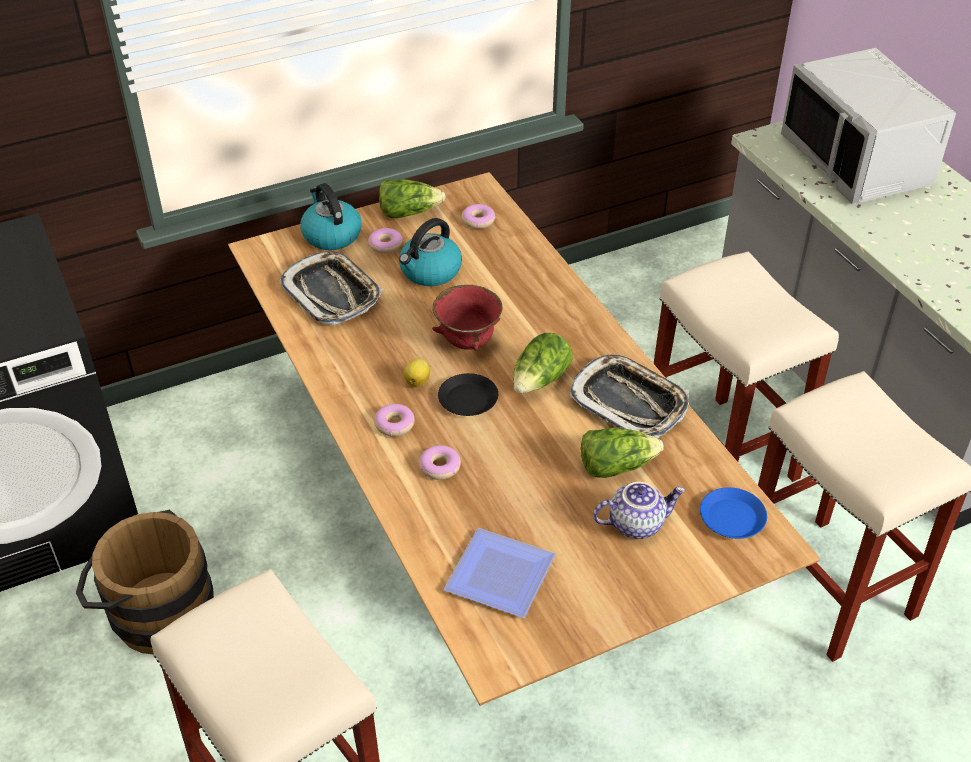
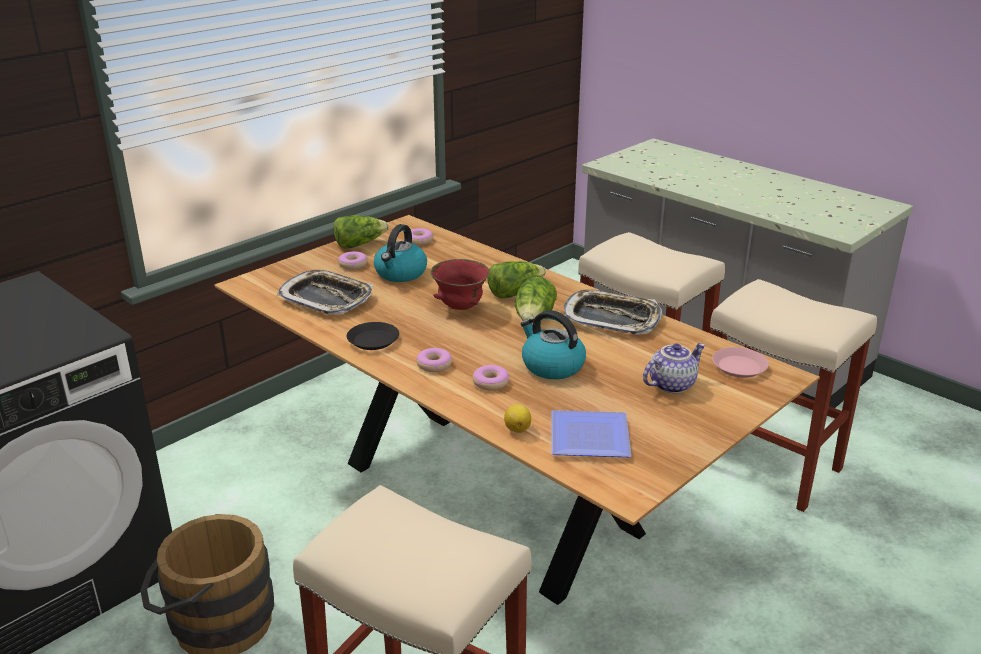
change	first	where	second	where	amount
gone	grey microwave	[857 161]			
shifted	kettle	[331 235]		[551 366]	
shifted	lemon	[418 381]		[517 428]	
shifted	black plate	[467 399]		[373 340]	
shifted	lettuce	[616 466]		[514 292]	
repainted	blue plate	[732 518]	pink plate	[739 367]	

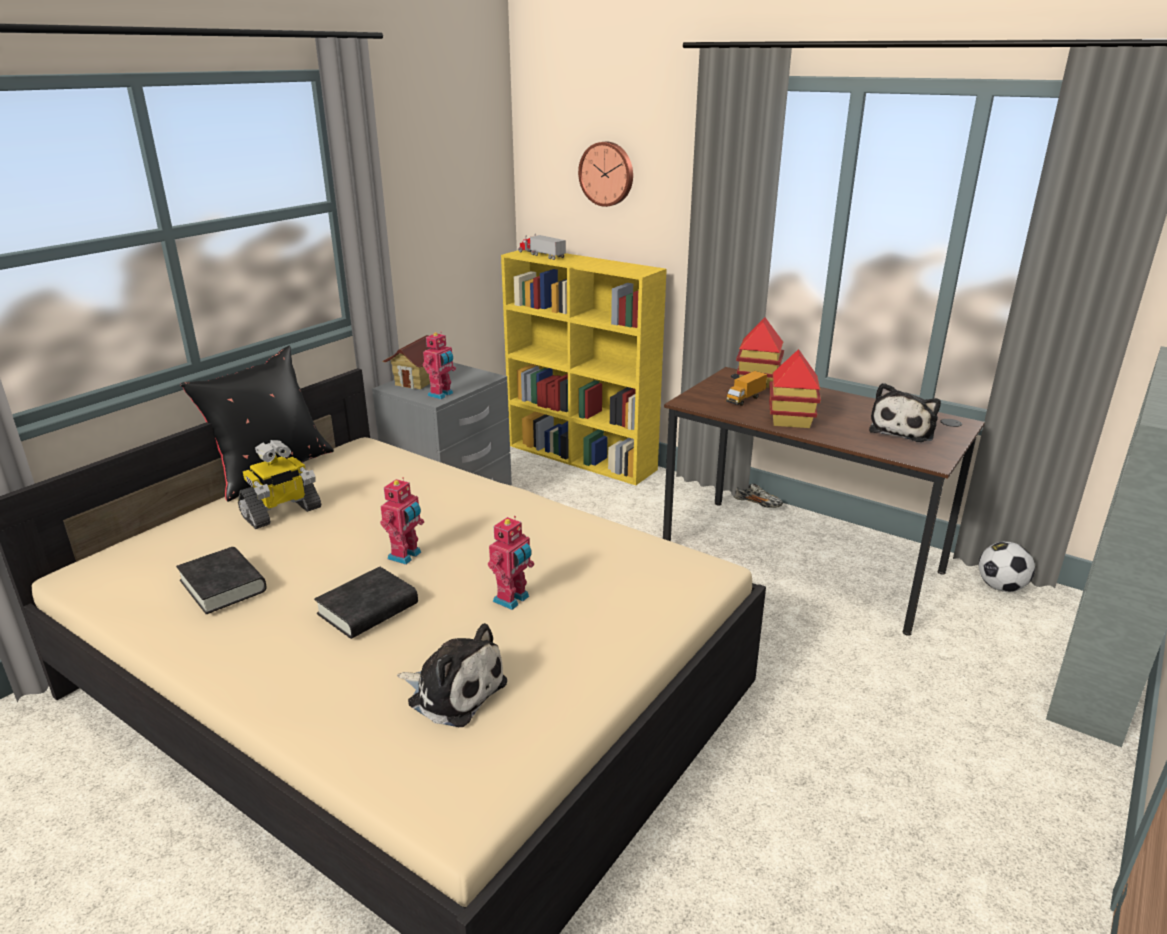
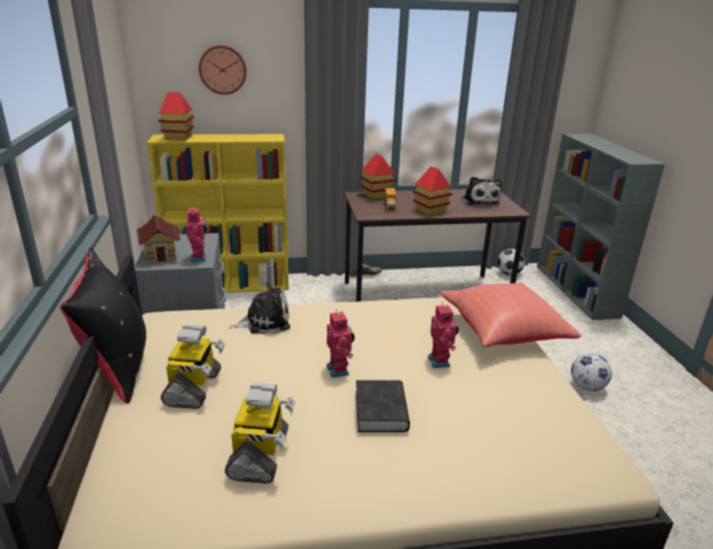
change	first	where	second	where	amount
swapped	toy truck	[540 255]	toy house	[178 138]	
swapped	black book	[223 586]	toy robot	[260 455]	
shifted	plush toy	[453 691]		[264 321]	
new			red pillow	[501 331]	
new			football	[587 387]	

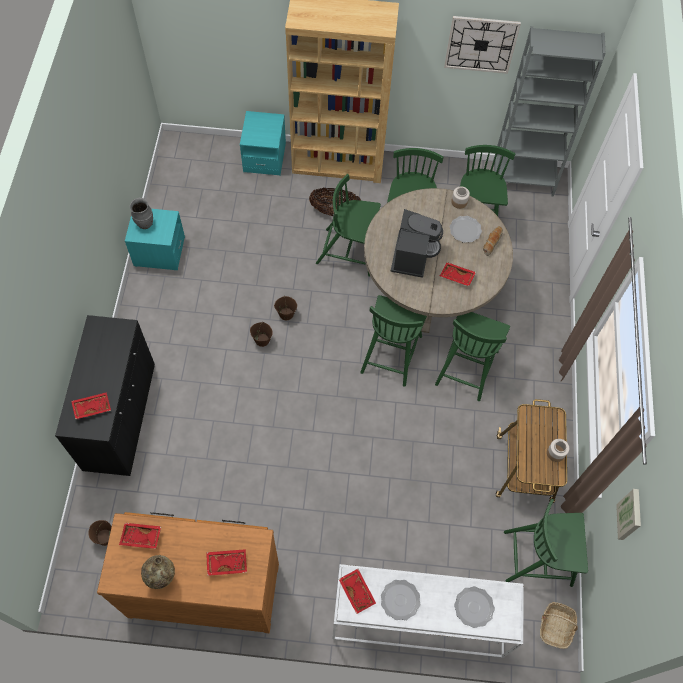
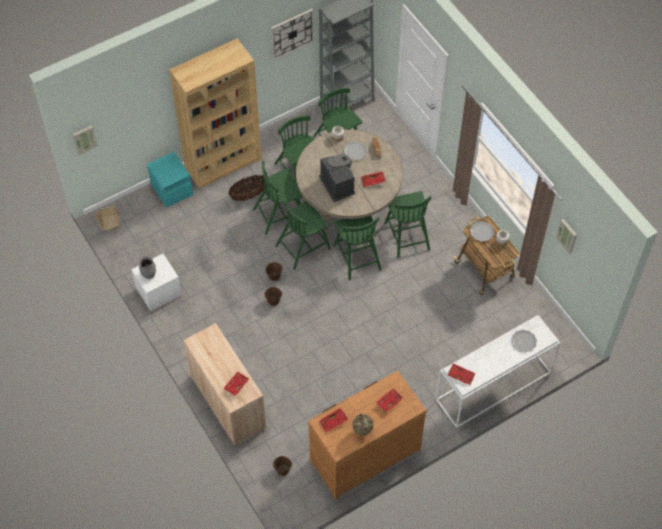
change	first	where	second	where	amount
repainted	turquoise nightstand	[159 252]	white nightstand	[158 292]	
repainted	black cabinet	[120 416]	beige cabinet	[228 401]	
shifted	green chair	[539 558]		[303 247]	
shifted	plate	[400 600]		[481 232]	
shifted	basket	[556 626]		[109 221]	
new			picture	[84 139]	

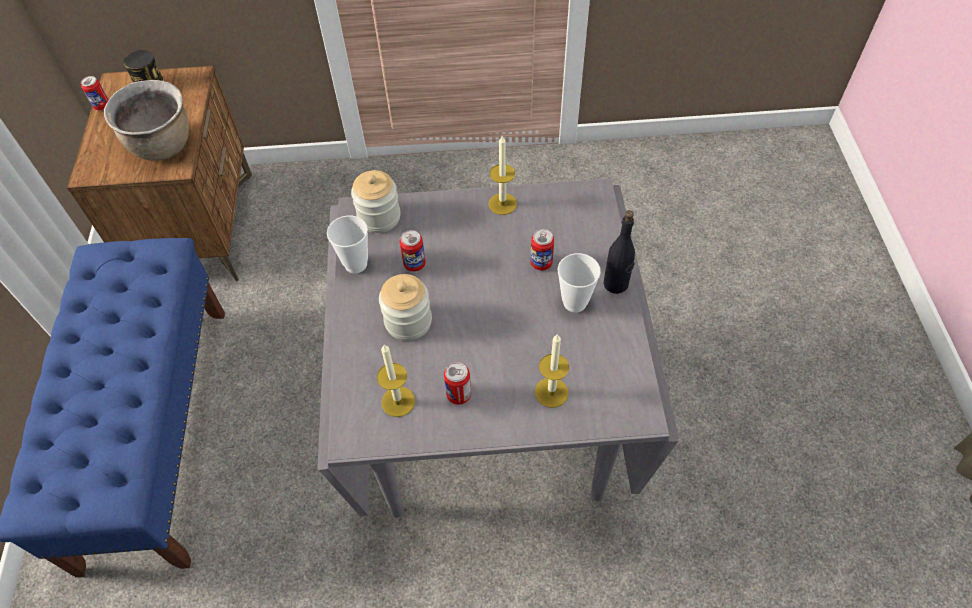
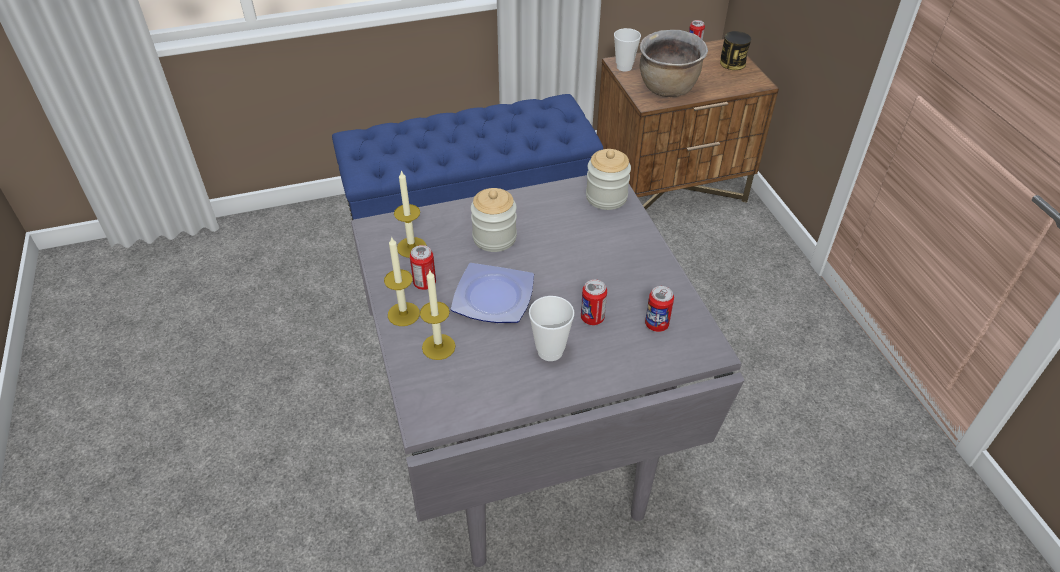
change	first	where	second	where	amount
shifted	candle	[502 204]		[403 314]	
gone	black bottle	[616 284]			
shifted	cup	[356 264]		[624 67]	
shifted	can	[414 264]		[656 324]	
new			plate	[491 298]	

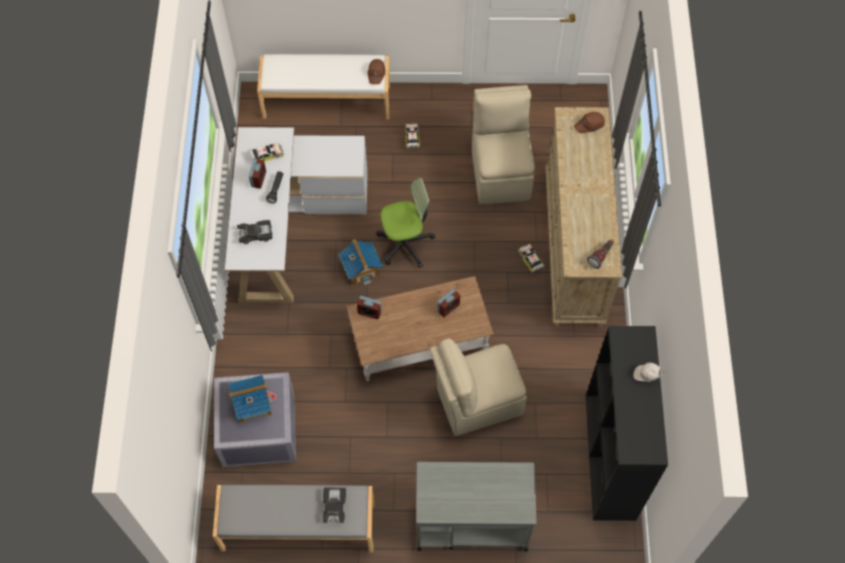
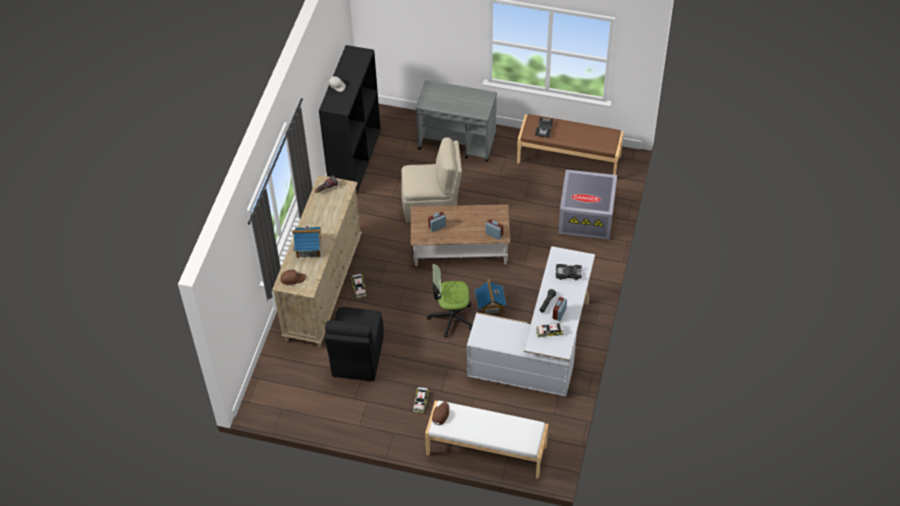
change	first	where	second	where	amount
repainted	beige chair	[500 172]	black chair	[357 357]	
shifted	toy house	[252 404]		[308 248]	
repainted	grey bench	[298 527]	brown bench	[569 159]	

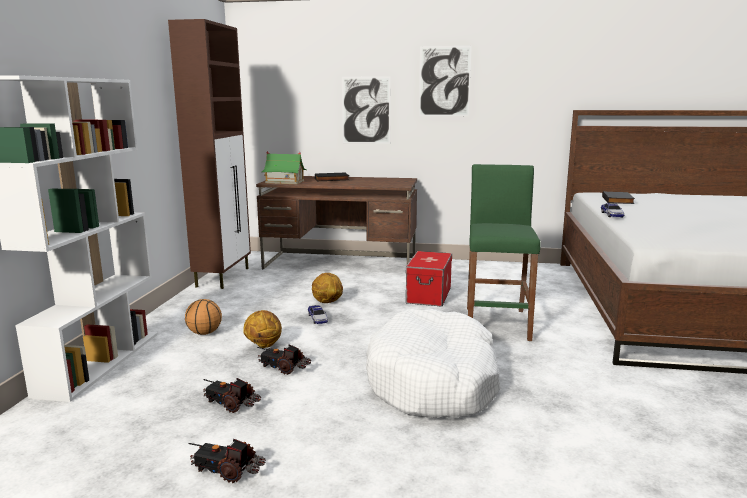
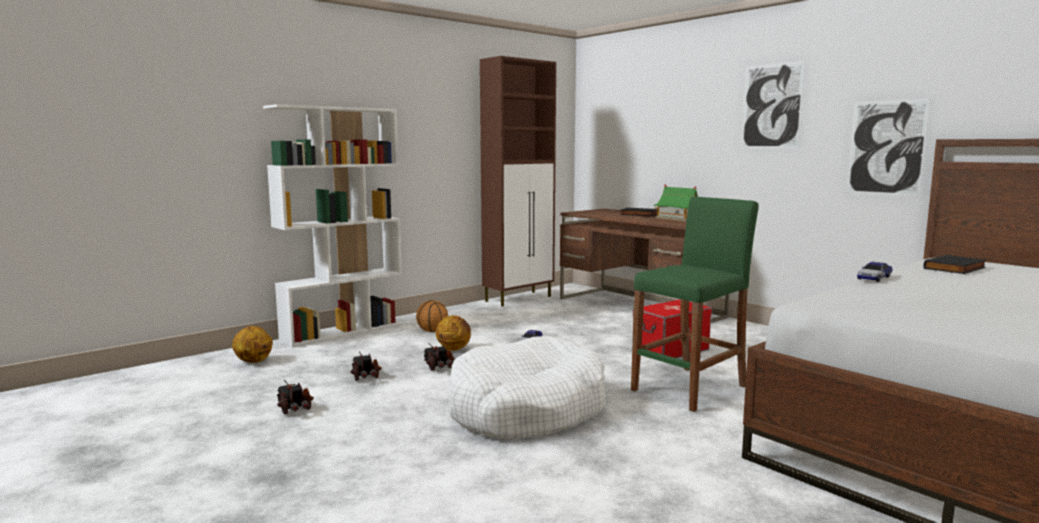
change	first	where	second	where	amount
shifted	picture	[366 110]		[886 147]	
shifted	toy house	[284 182]		[678 218]	
shifted	basketball	[327 302]		[253 361]	

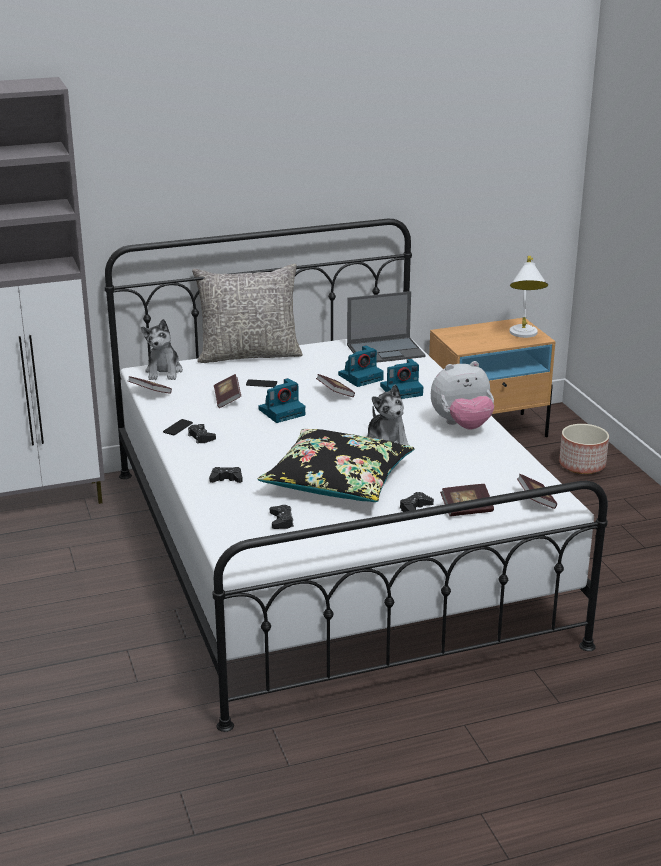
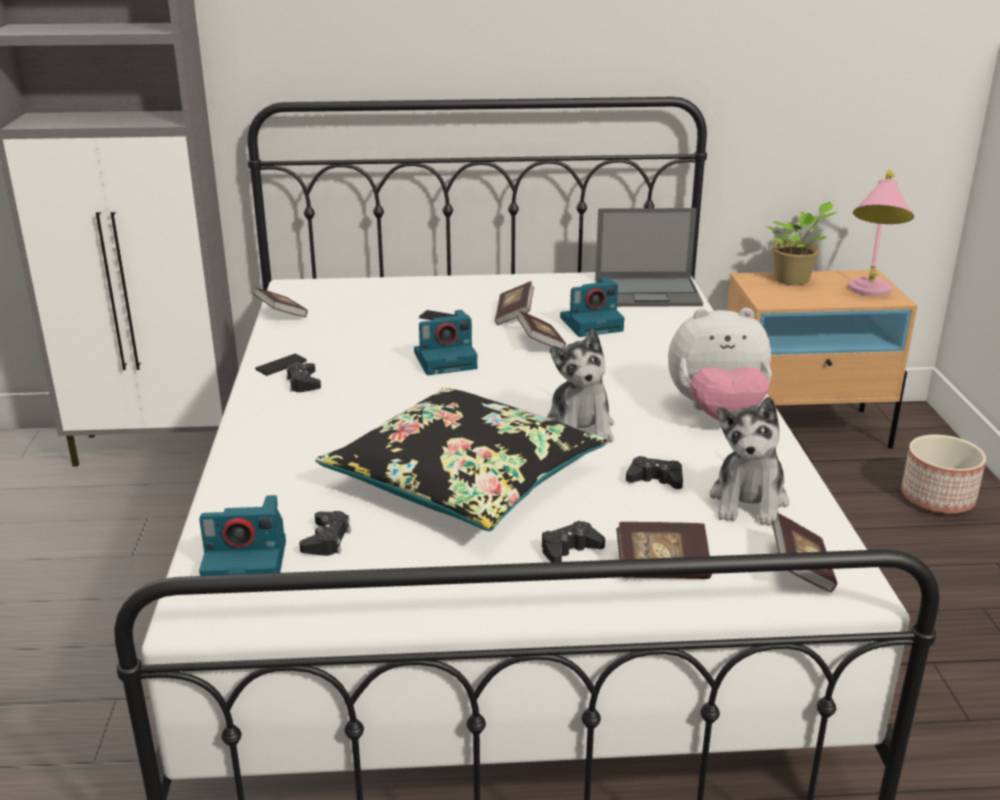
change	first	where	second	where	amount
repainted	white table lamp	[523 336]	pink table lamp	[868 294]	
gone	grey pillow	[249 355]			
shifted	plush toy	[164 372]		[749 501]	
shifted	photo camera	[402 390]		[248 563]	
shifted	book	[227 399]		[514 315]	
shifted	black game controller	[226 479]		[655 479]	
new			potted plant	[794 280]	

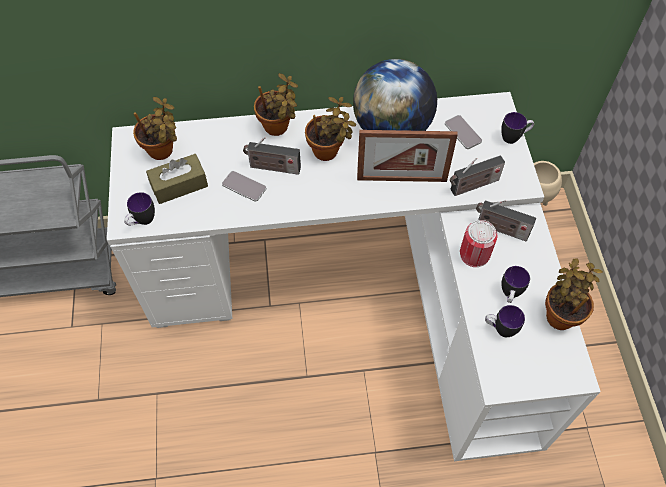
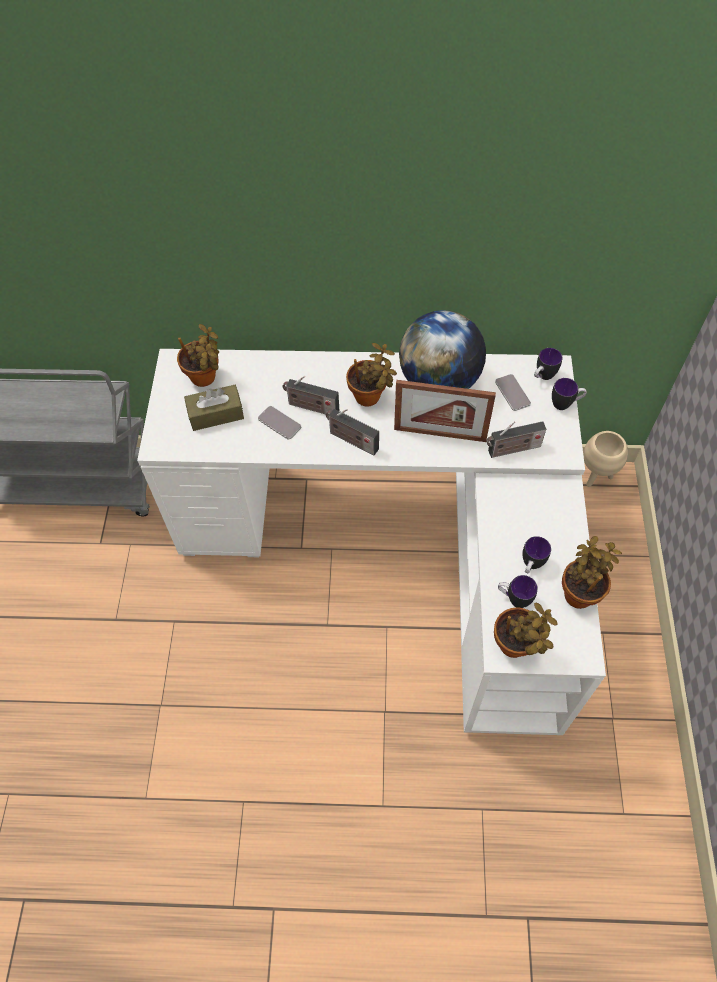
change	first	where	second	where	amount
shifted	potted plant	[278 128]		[516 646]	
shifted	mug	[142 221]		[542 377]	
shifted	radio	[499 229]		[351 440]	
gone	can	[474 254]			

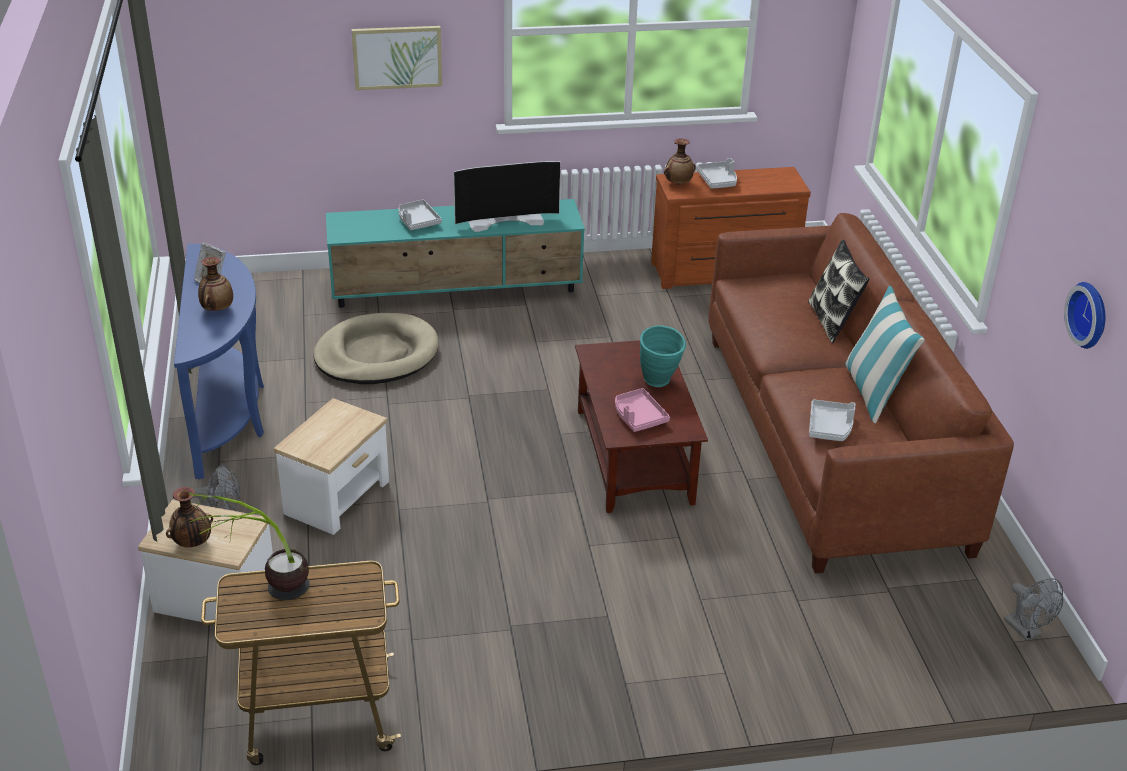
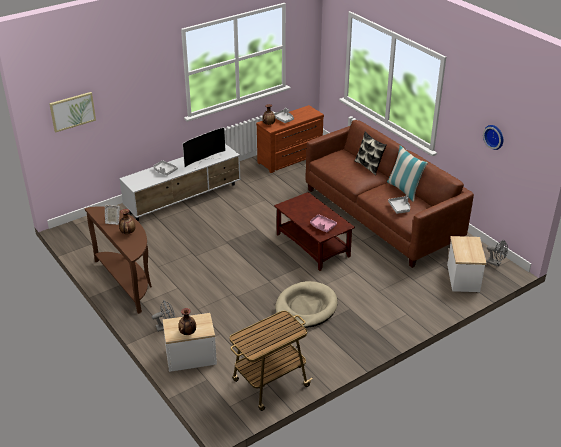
change	first	where	second	where	amount
shifted	picture	[397 57]		[72 111]	
repainted	turquoise tv stand	[457 291]	white tv stand	[184 198]	
repainted	blue console table	[229 413]	brown console table	[128 282]	
shifted	beige dog bed	[376 354]		[306 307]	
gone	turquoise vase	[660 383]			
shifted	side table	[338 499]		[463 278]	
gone	potted plant	[263 591]			

